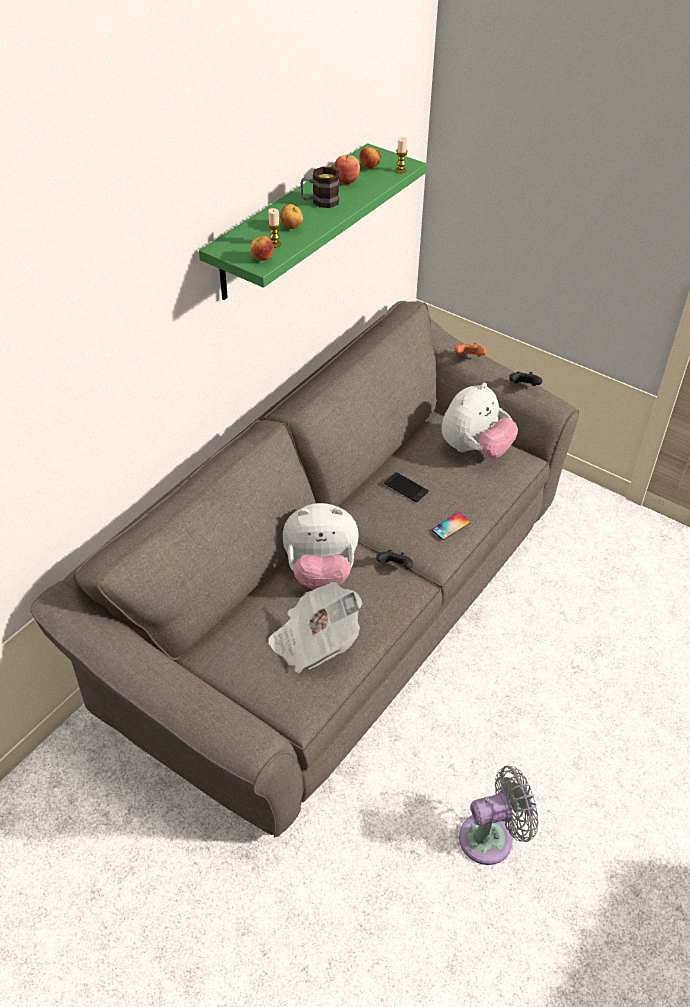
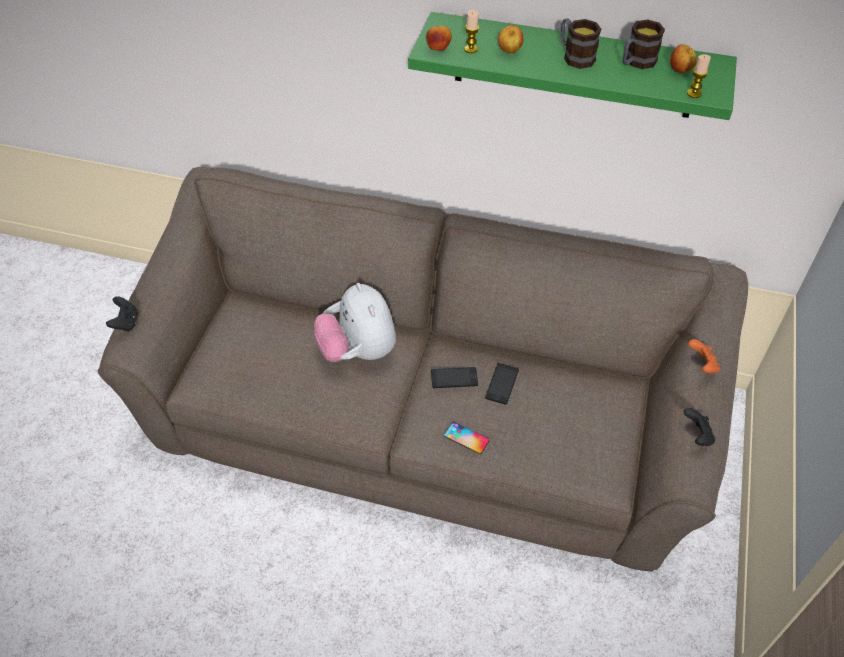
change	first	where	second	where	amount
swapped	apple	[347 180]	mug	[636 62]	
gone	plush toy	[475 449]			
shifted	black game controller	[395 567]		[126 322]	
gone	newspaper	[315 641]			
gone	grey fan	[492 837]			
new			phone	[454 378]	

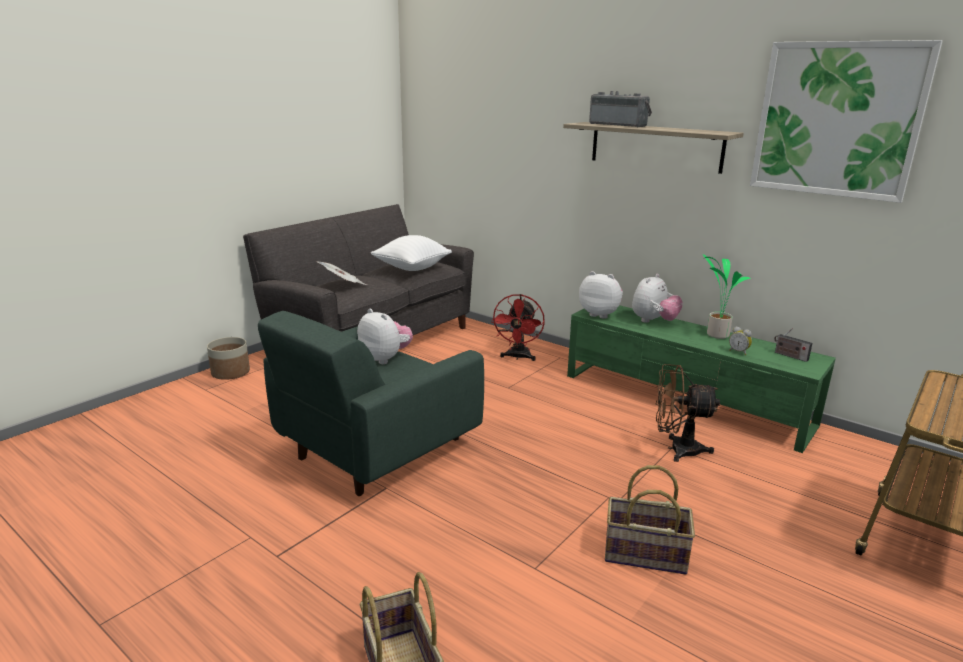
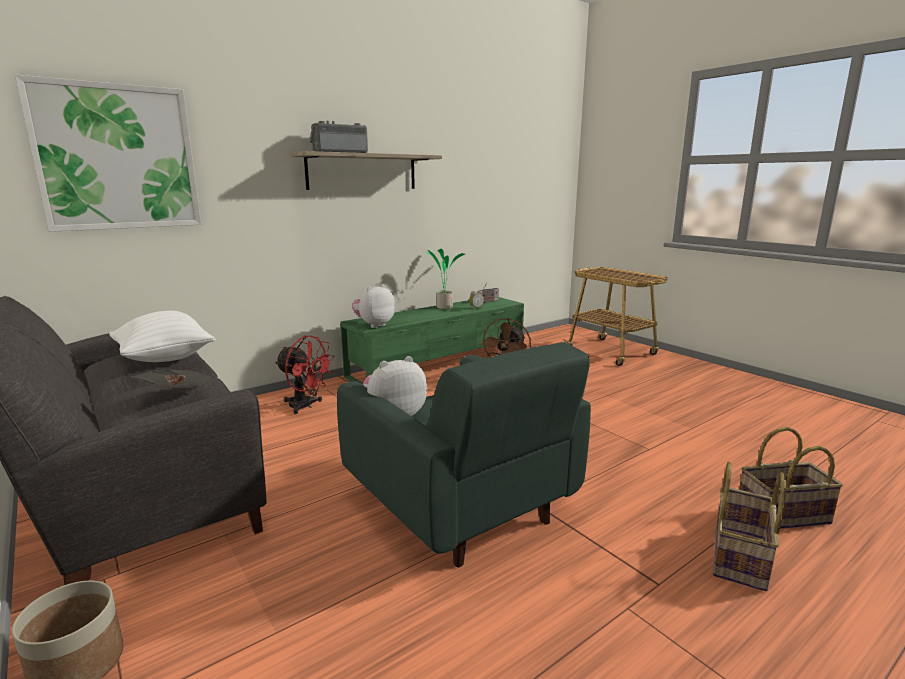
change	first	where	second	where	amount
shifted	picture	[837 120]		[117 158]	
gone	plush toy	[653 321]			
shifted	basket	[644 555]		[741 558]	

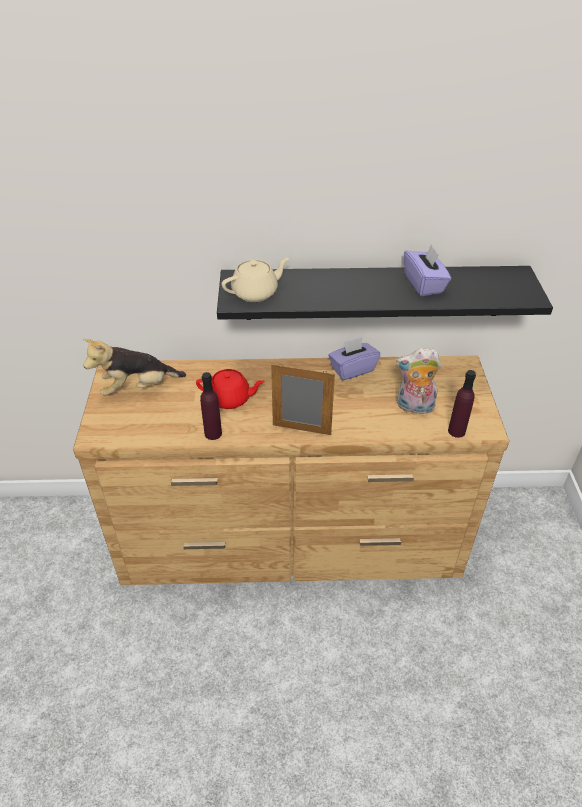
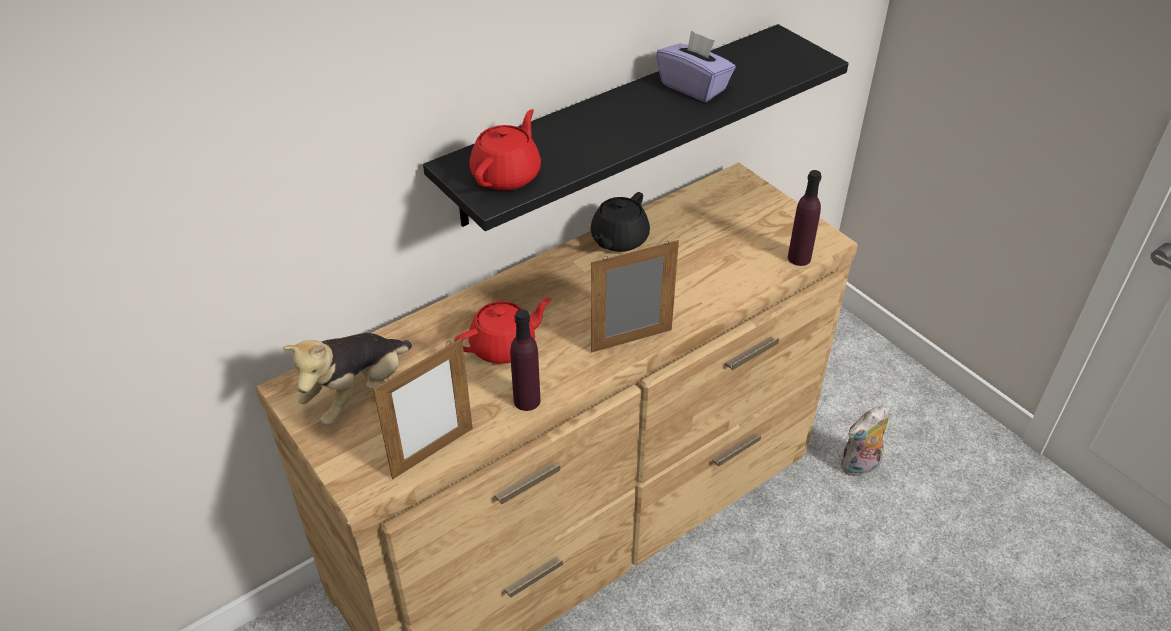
change	first	where	second	where	amount
repainted	beige teapot	[256 293]	red teapot	[507 175]	
swapped	purple tissue box	[352 369]	black teapot	[618 239]	
shifted	plush toy	[414 407]		[860 467]	
new			picture frame	[433 453]	

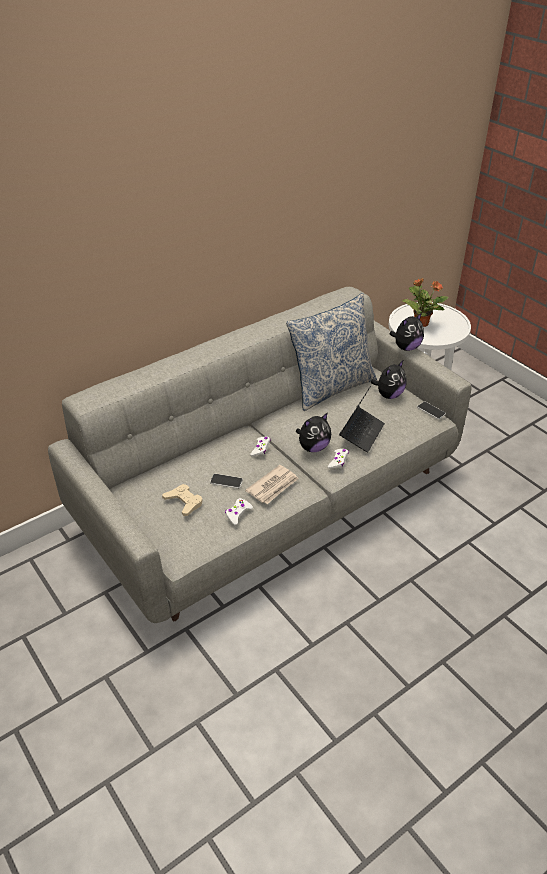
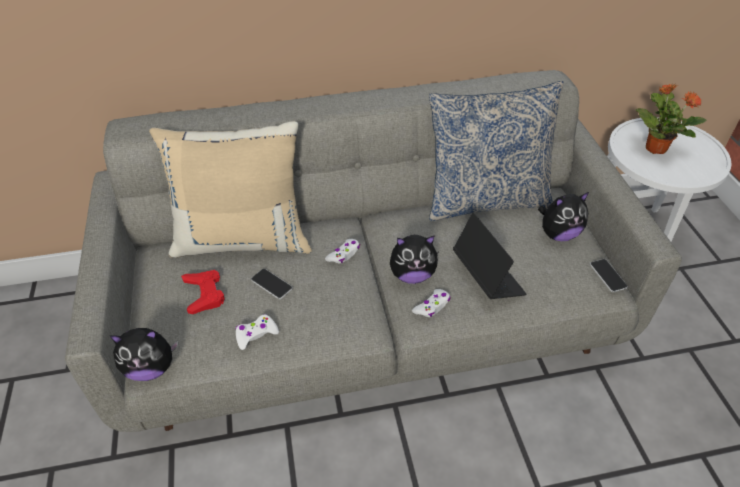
change	first	where	second	where	amount
shifted	plush toy	[406 347]		[151 368]	
rotated	laptop	[361 433]		[487 277]	75 degrees counterclockwise
gone	newspaper	[273 486]			
repainted	beige game controller	[184 502]	red game controller	[204 294]	
new			beige pillow	[243 239]	

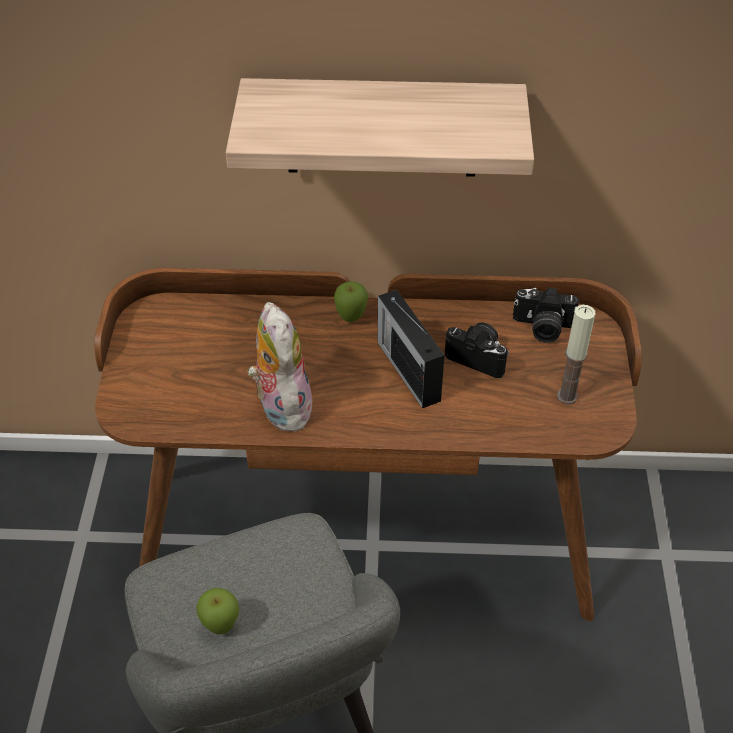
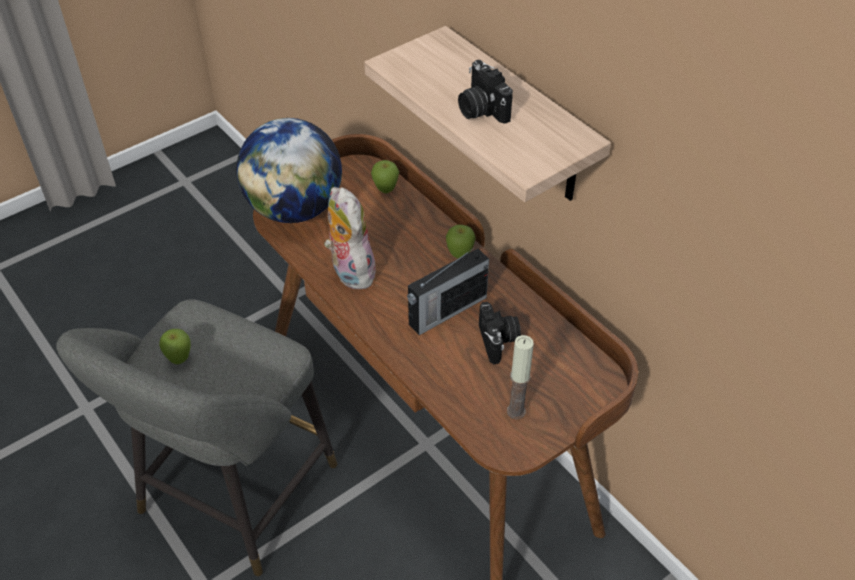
change	first	where	second	where	amount
shifted	photo camera	[542 328]		[481 109]	
rotated	radio	[407 369]		[446 311]	150 degrees counterclockwise
rotated	plush toy	[281 406]		[349 271]	60 degrees counterclockwise
new			globe	[294 209]	
new			apple	[385 191]	

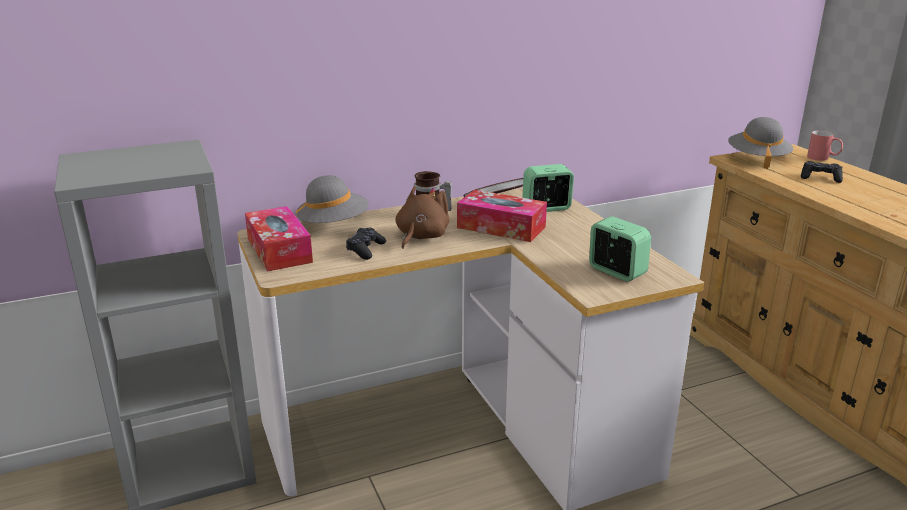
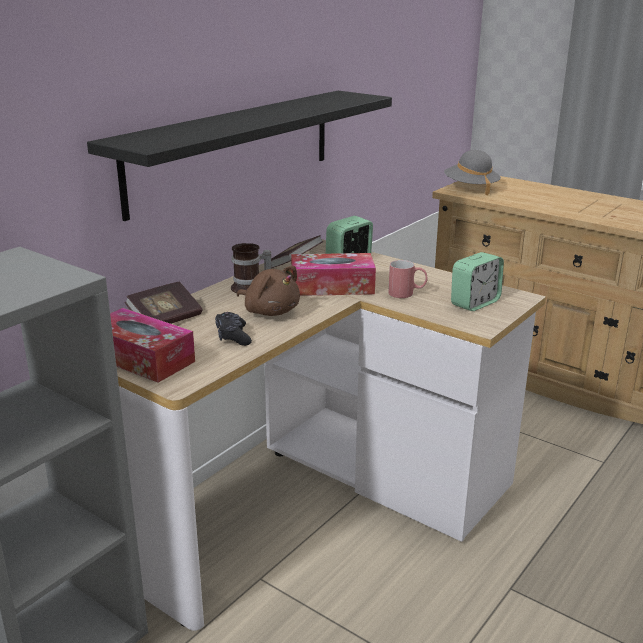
change	first	where	second	where	amount
shifted	red mug	[823 158]		[407 293]	
gone	black game controller	[820 178]			
swapped	grey hat	[333 225]	book	[165 319]	
rotated	brown plush toy	[421 236]		[270 311]	135 degrees clockwise
rotated	alarm clock	[616 271]		[475 303]	120 degrees clockwise
new			black shelf	[234 149]	

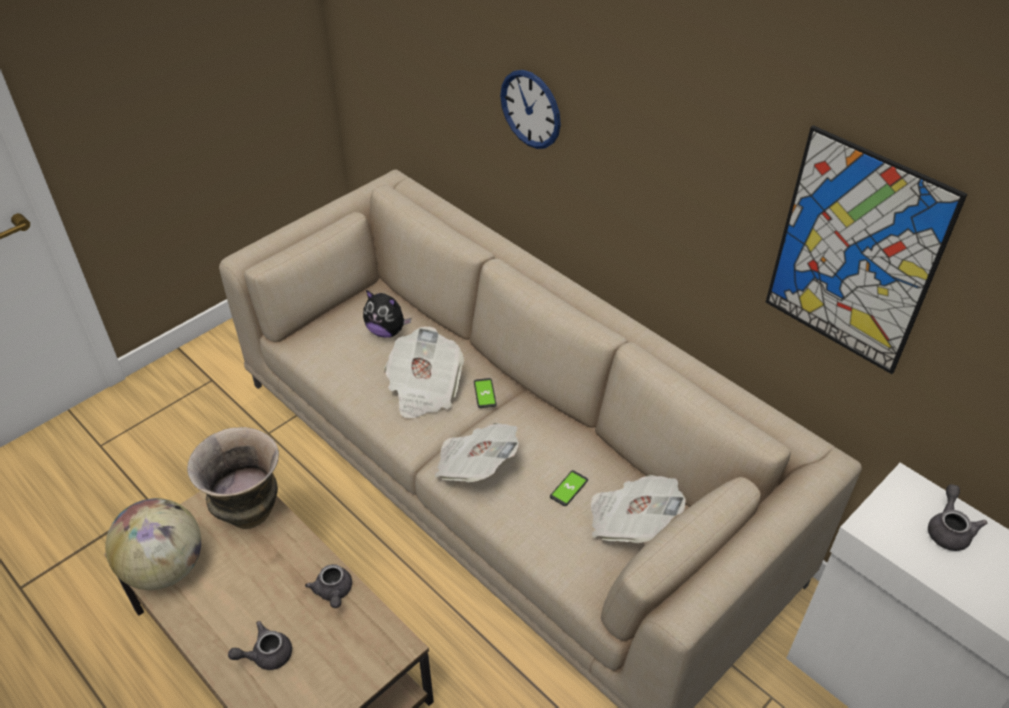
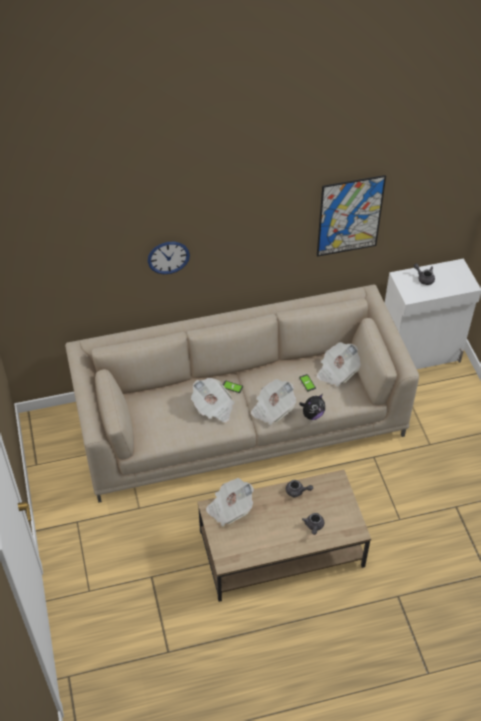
change	first	where	second	where	amount
shifted	plush toy	[386 331]		[312 414]	
swapped	vase	[248 510]	newspaper	[229 508]	
gone	globe	[165 568]			

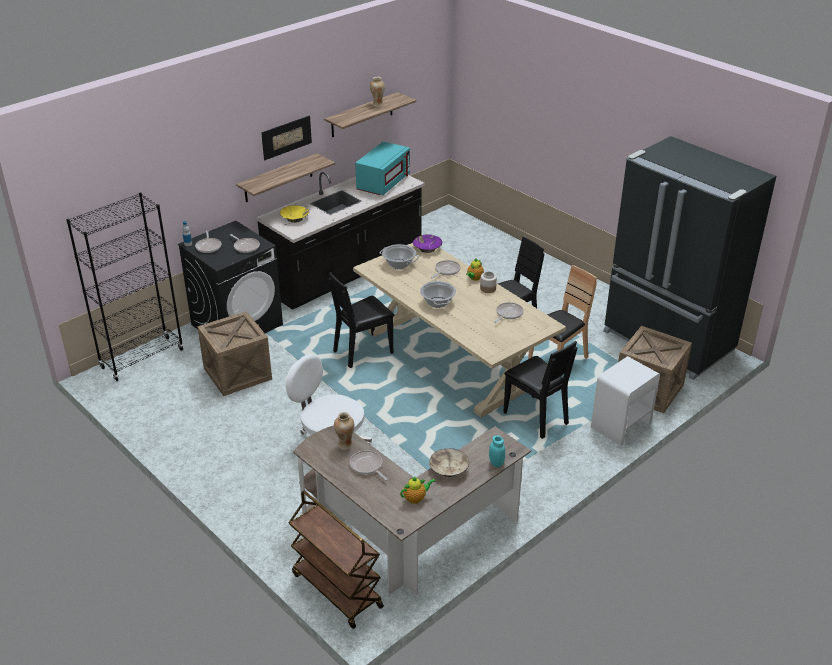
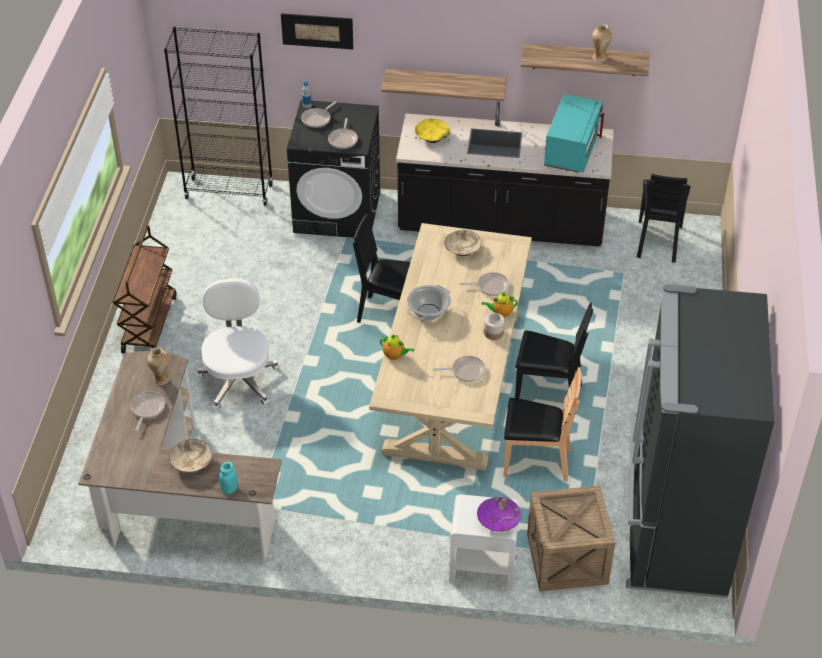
change	first	where	second	where	amount
shifted	picture	[286 137]		[317 31]	
rotated	turquoise microwave	[383 183]		[571 150]	60 degrees counterclockwise
shifted	purple bowl	[427 248]		[498 520]	
swapped	cooking pot	[399 264]	beige bowl	[463 249]	
gone	crate	[237 373]			
shifted	black chair	[536 417]		[658 241]	
shifted	teapot	[416 498]		[395 355]	
shifted	brown cart	[336 590]		[149 323]	

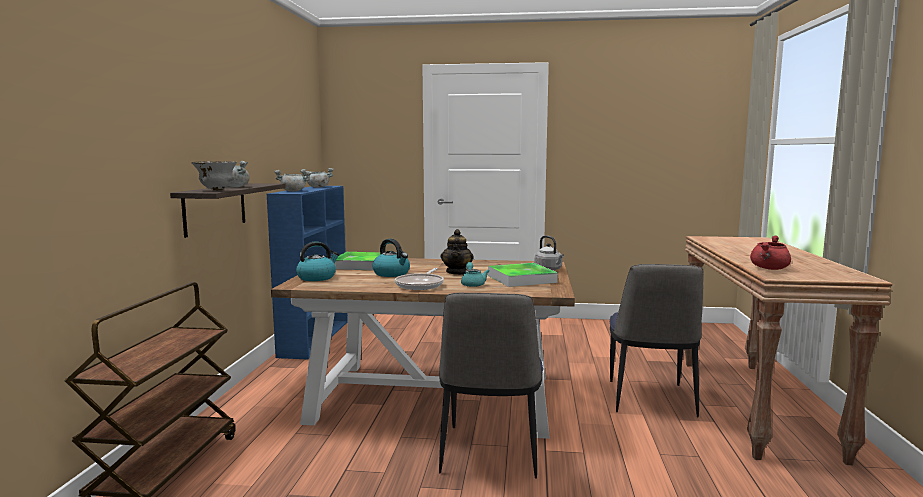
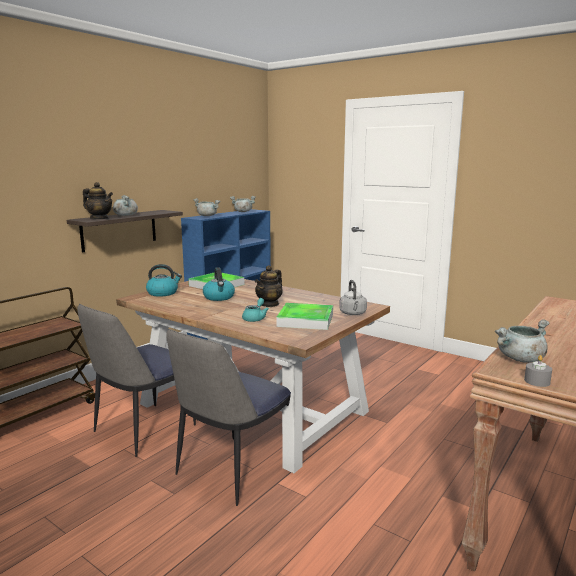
change	first	where	second	where	amount
swapped	grey bowl	[216 190]	teapot	[100 218]	
repainted	red cooking pot	[769 269]	grey cooking pot	[520 359]	
shifted	chair	[650 400]		[142 430]	
gone	frying pan	[421 285]			
new			grey candle	[537 381]	

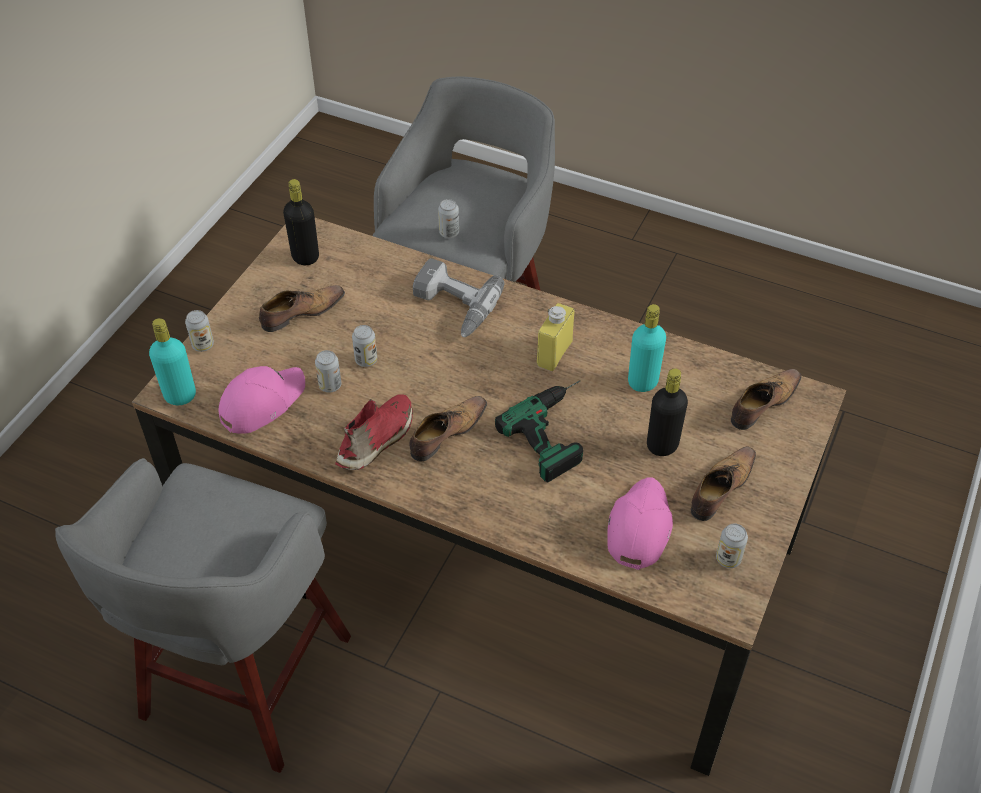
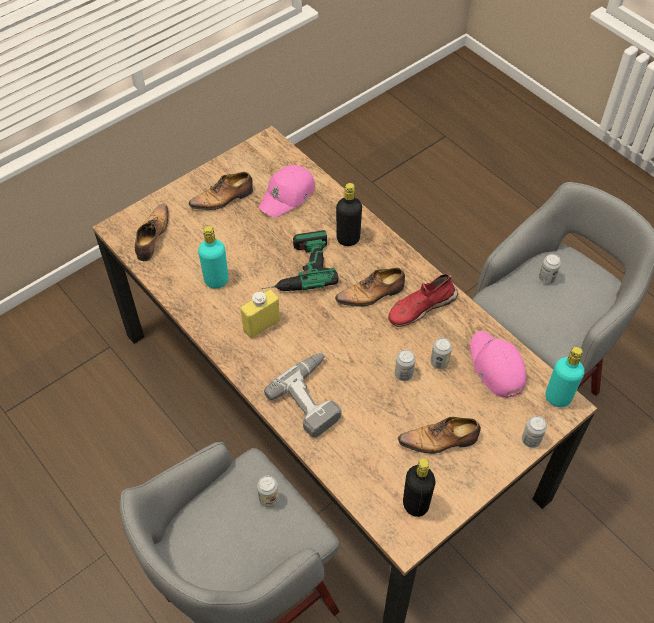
change	first	where	second	where	amount
rotated	pink cap	[261 403]		[496 367]	90 degrees clockwise
shifted	black bottle	[662 445]		[348 239]	
rotated	shoe	[763 404]		[152 237]	120 degrees clockwise
shifted	can	[728 559]		[546 279]	

